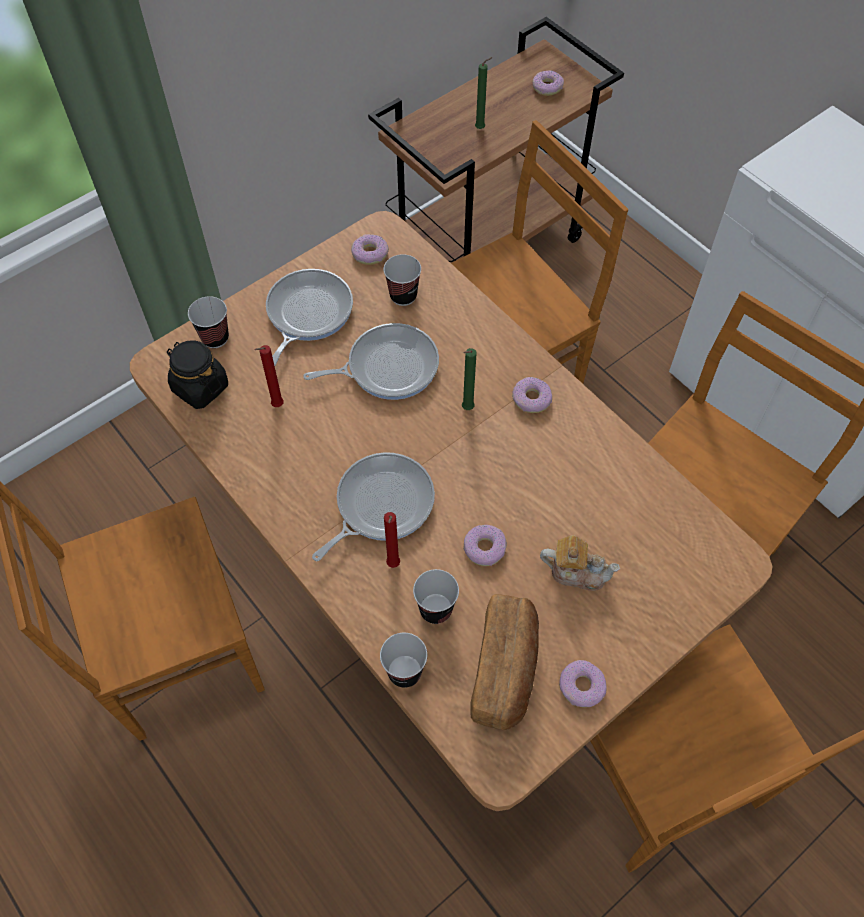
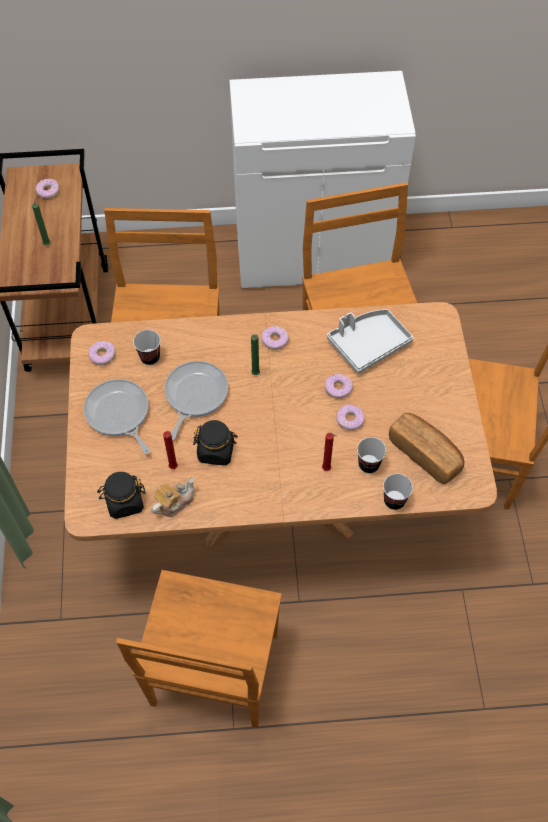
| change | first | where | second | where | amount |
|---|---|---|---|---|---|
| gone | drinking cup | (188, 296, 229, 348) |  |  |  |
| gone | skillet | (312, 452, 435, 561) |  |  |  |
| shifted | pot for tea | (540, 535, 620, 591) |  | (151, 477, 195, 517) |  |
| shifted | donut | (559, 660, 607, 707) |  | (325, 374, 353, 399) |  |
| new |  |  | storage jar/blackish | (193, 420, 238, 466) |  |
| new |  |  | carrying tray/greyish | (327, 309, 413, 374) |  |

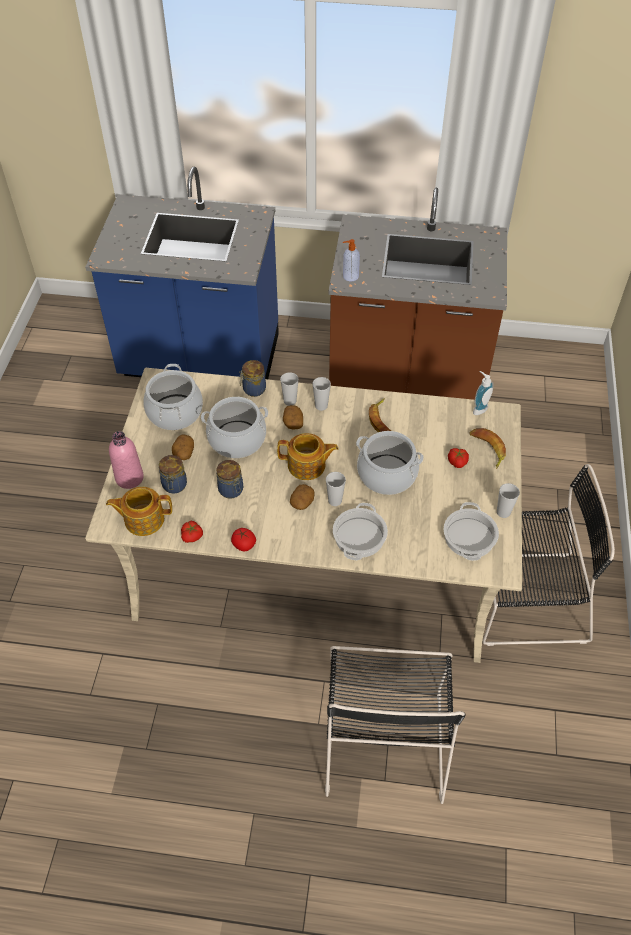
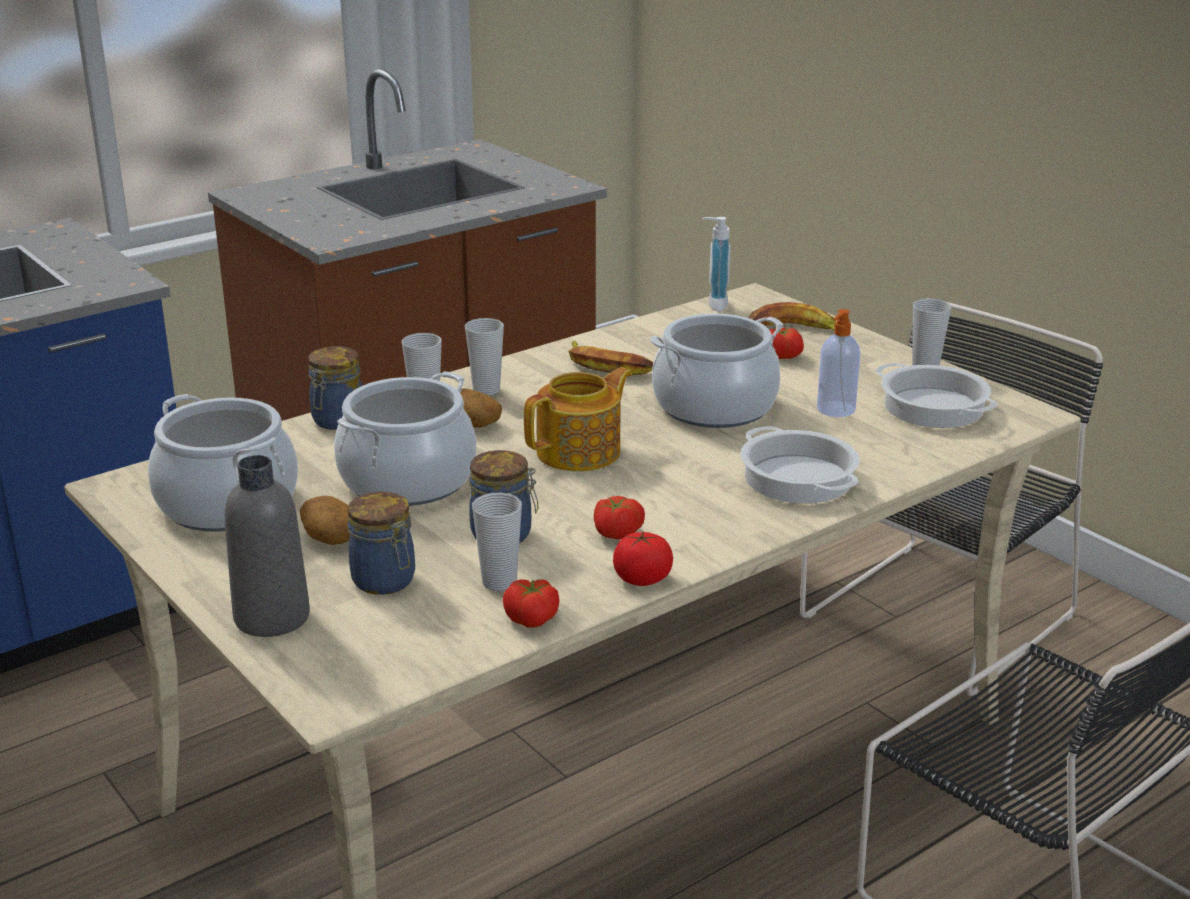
| change | first | where | second | where | amount |
|---|---|---|---|---|---|
| gone | pot for tea | (106, 487, 172, 536) |  |  |  |
| repainted | beverage bottle/pink | (109, 431, 144, 489) | beverage bottle/greyish | (225, 455, 310, 637) |  |
| gone | whole potato | (290, 484, 315, 510) |  |  |  |
| shifted | drinking cup | (326, 472, 346, 506) |  | (472, 492, 522, 591) |  |
| shifted | soap dispenser | (343, 239, 360, 281) |  | (817, 309, 860, 417) |  |
| new |  |  | fresh tomato | (594, 496, 645, 540) |  |

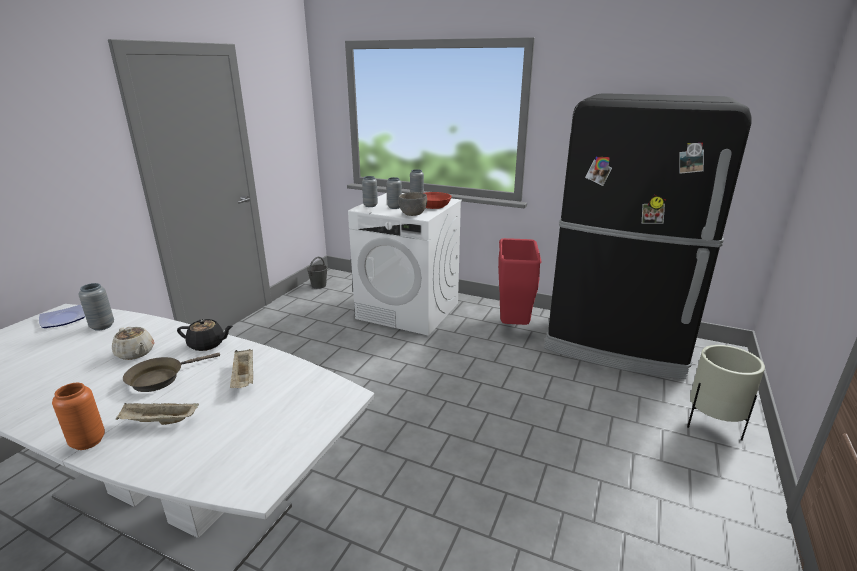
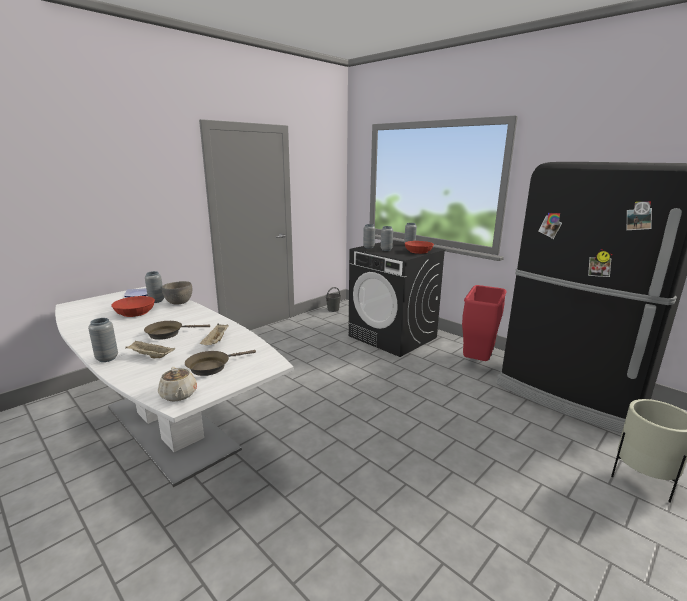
| change | first | where | second | where | amount |
|---|---|---|---|---|---|
| repainted | flower vase/orange-coloured | (52, 383, 105, 450) | flower vase/greyish | (88, 318, 118, 362) |  |
| shifted | pot for tea/sand-coloured | (112, 327, 154, 360) |  | (158, 367, 197, 402) |  |
| gone | pot for tea/blackish | (177, 319, 233, 351) |  |  |  |
| repainted | laundry machine/white-coloured | (348, 193, 462, 336) | laundry machine/blackish | (348, 240, 446, 357) |  |
| shifted | bowl/greyish | (398, 192, 427, 216) |  | (162, 281, 192, 305) |  |
| new |  |  | bowl/red | (111, 296, 155, 317) |  |
| new |  |  | skillet/brown-coloured | (185, 350, 256, 376) |  |

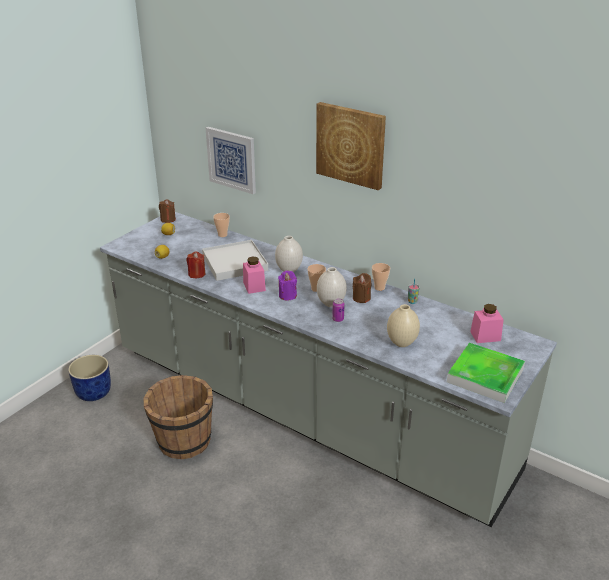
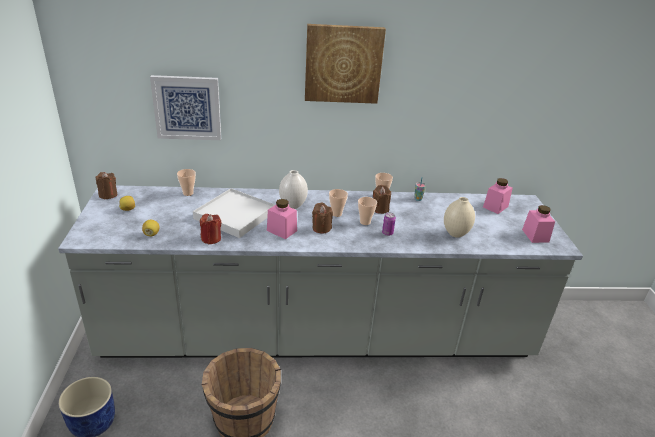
| change | first | where | second | where | amount |
|---|---|---|---|---|---|
| repainted | wax candle/purplish | (278, 270, 297, 300) | wax candle/brown-coloured | (312, 203, 333, 234) |  |
| swapped | flower vase/white-coloured | (317, 267, 347, 307) | drinking cup | (358, 197, 377, 225) |  |
| swapped | carrying tray | (447, 343, 525, 403) | storage jar/pink | (522, 205, 555, 243) |  |

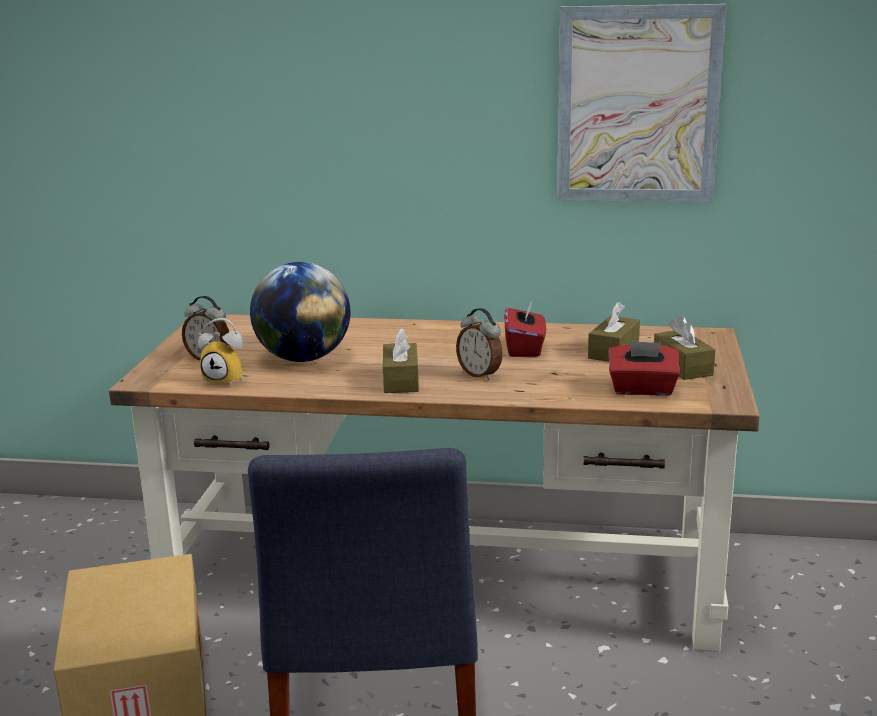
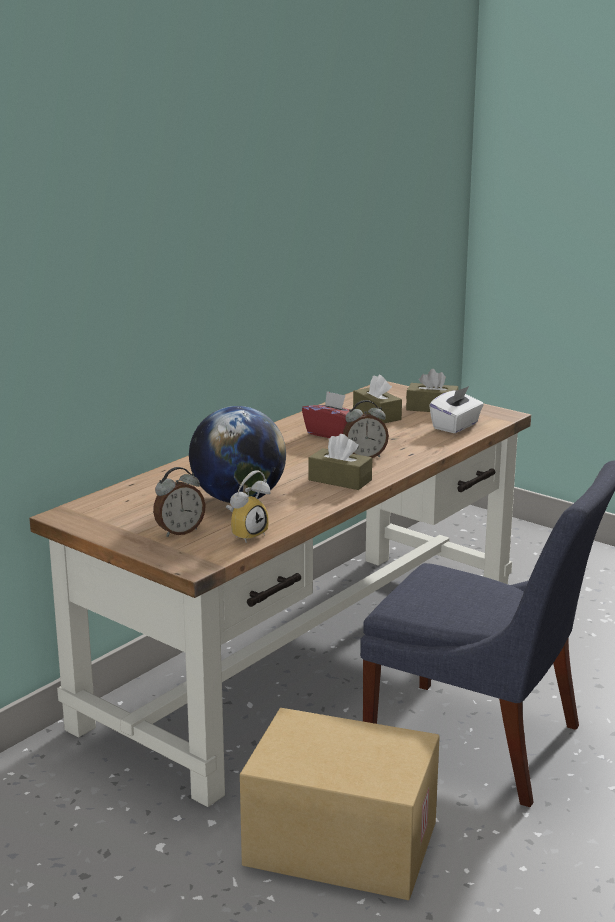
| change | first | where | second | where | amount |
|---|---|---|---|---|---|
| gone | wall picture | (557, 4, 726, 202) |  |  |  |
| repainted | tissue box/red | (609, 341, 680, 396) | tissue box/white-coloured | (429, 386, 484, 433) |  |

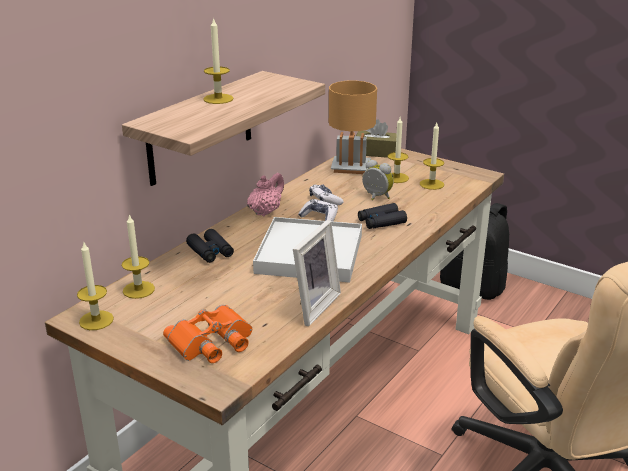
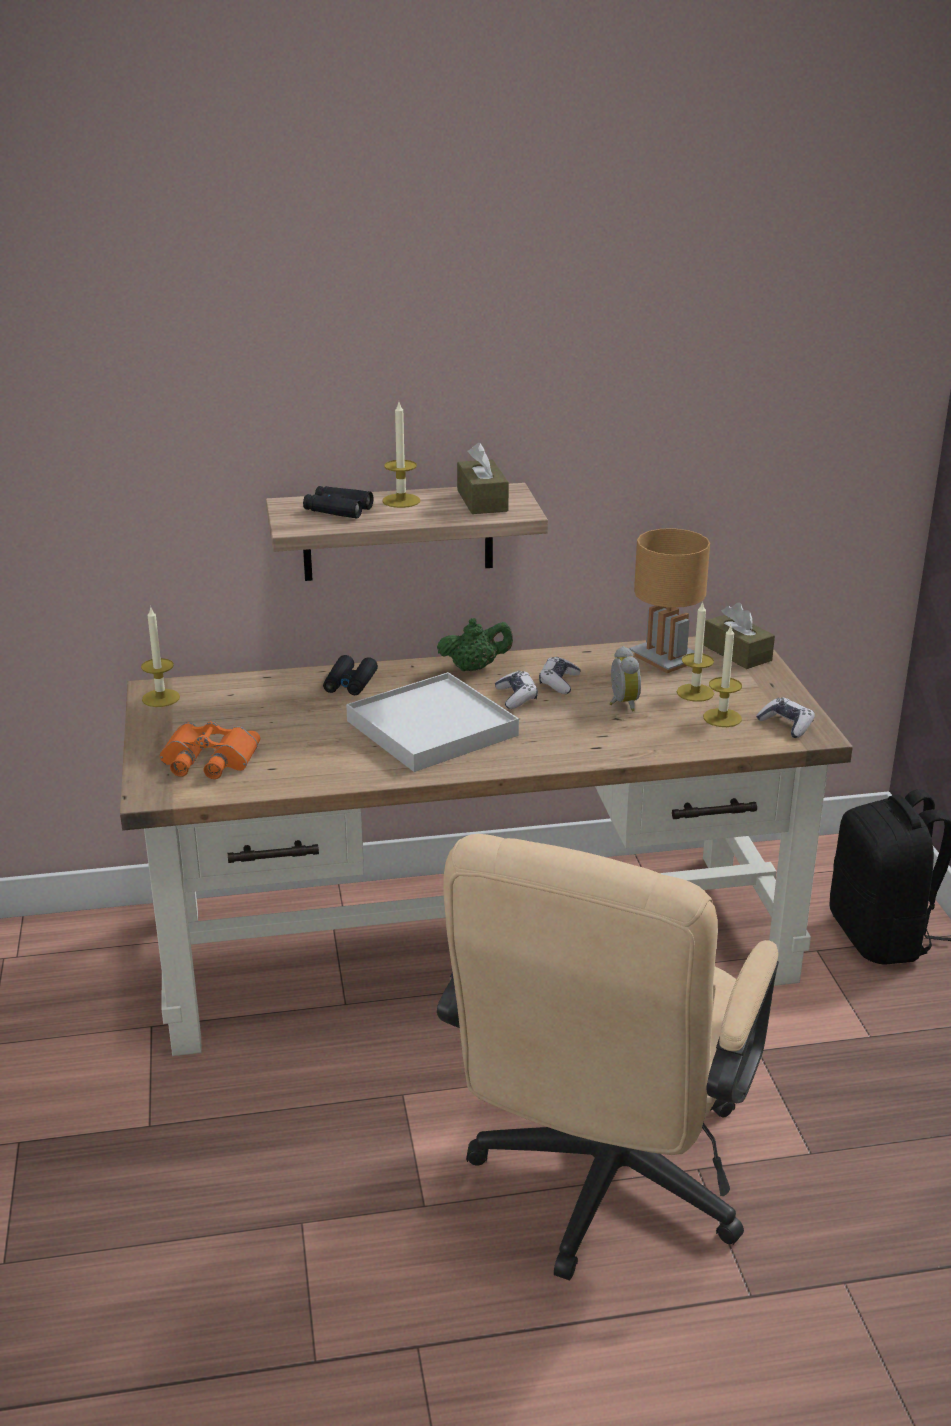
| change | first | where | second | where | amount |
|---|---|---|---|---|---|
| gone | wax candle | (122, 214, 155, 299) |  |  |  |
| repainted | pot for tea/pink | (247, 173, 284, 216) | pot for tea/green | (437, 618, 513, 671) |  |
| gone | photo frame | (293, 220, 341, 326) |  |  |  |
| shifted | binoculars/blackish | (358, 203, 407, 229) |  | (303, 486, 374, 519) |  |
| new |  |  | tissue box/brown-coloured | (457, 443, 509, 514) |  |
| new |  |  | game controller | (756, 698, 815, 738) |  |

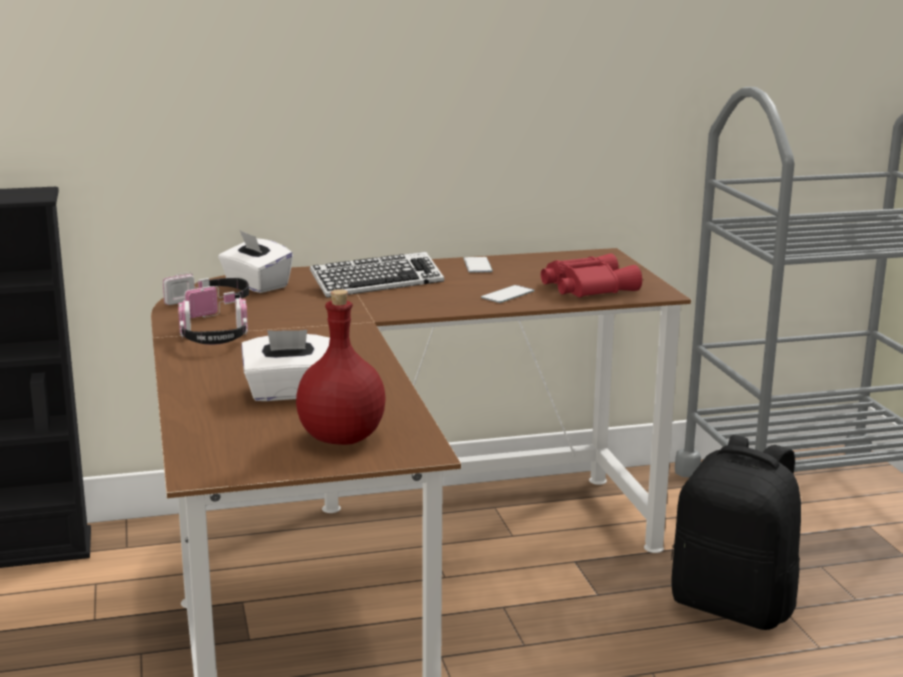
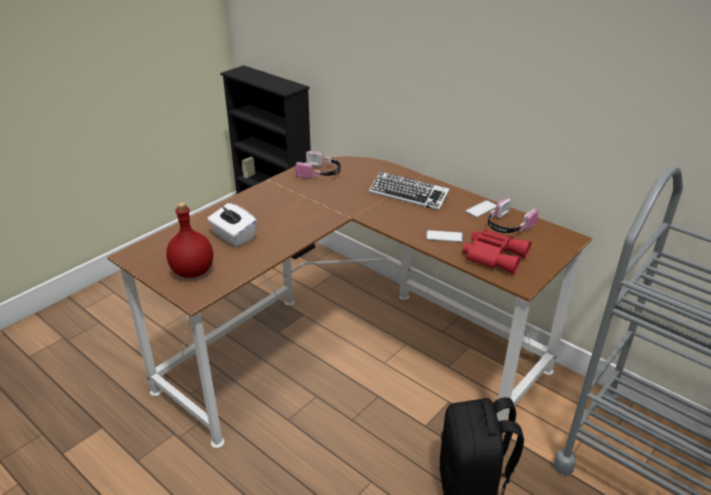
| change | first | where | second | where | amount |
|---|---|---|---|---|---|
| shifted | headphones | (178, 297, 248, 345) |  | (488, 198, 538, 233) |  |
| gone | tissue box/white-coloured | (218, 231, 293, 293) |  |  |  |

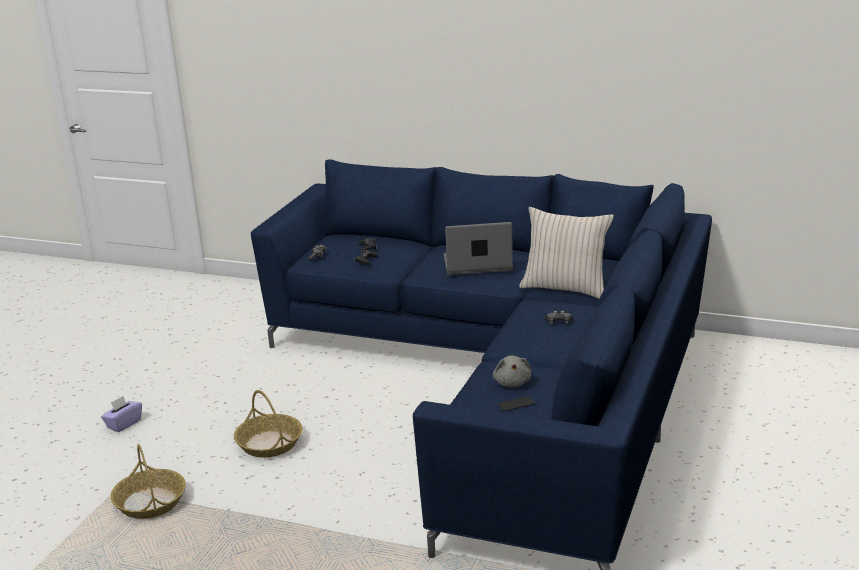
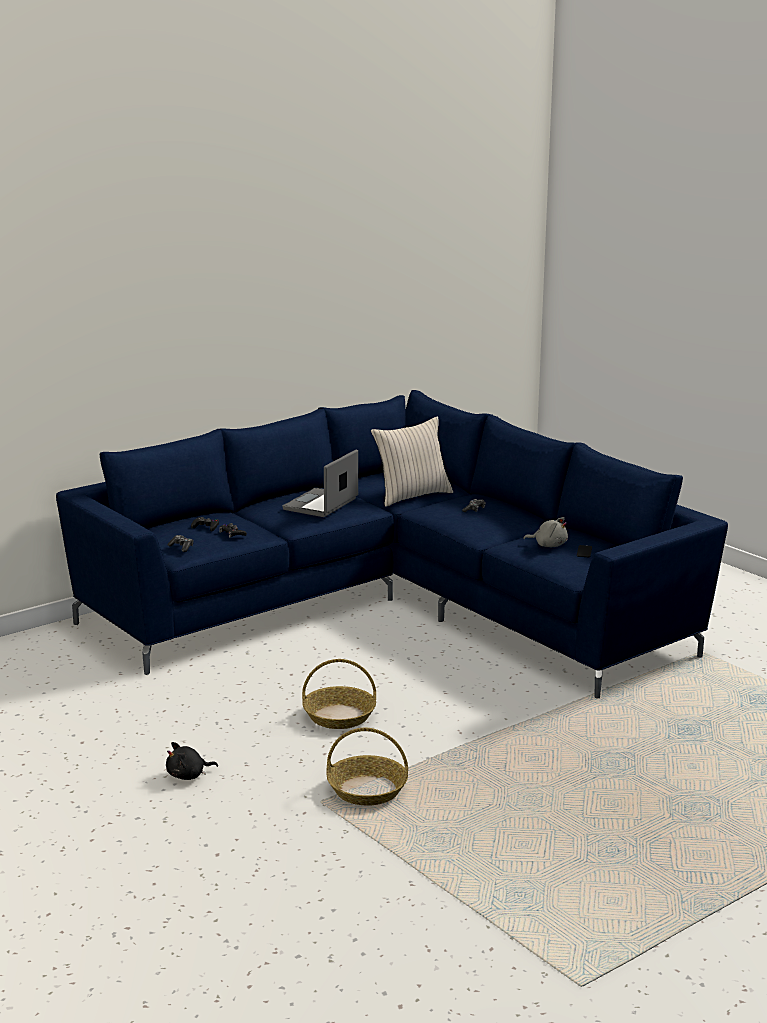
| change | first | where | second | where | amount |
|---|---|---|---|---|---|
| swapped | tissue box/purplish | (101, 396, 142, 432) | cuddly toy/blackish | (166, 742, 218, 780) |  |

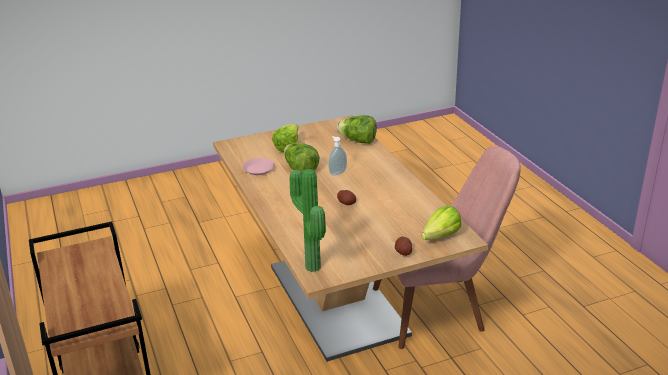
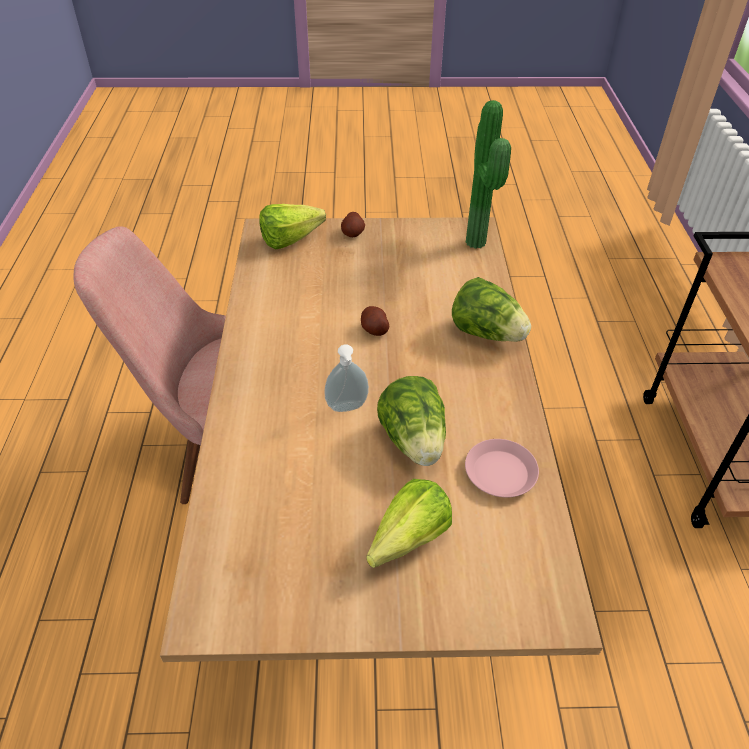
| change | first | where | second | where | amount |
|---|---|---|---|---|---|
| shifted | lettuce head | (337, 115, 377, 144) |  | (452, 277, 531, 342) |  |

